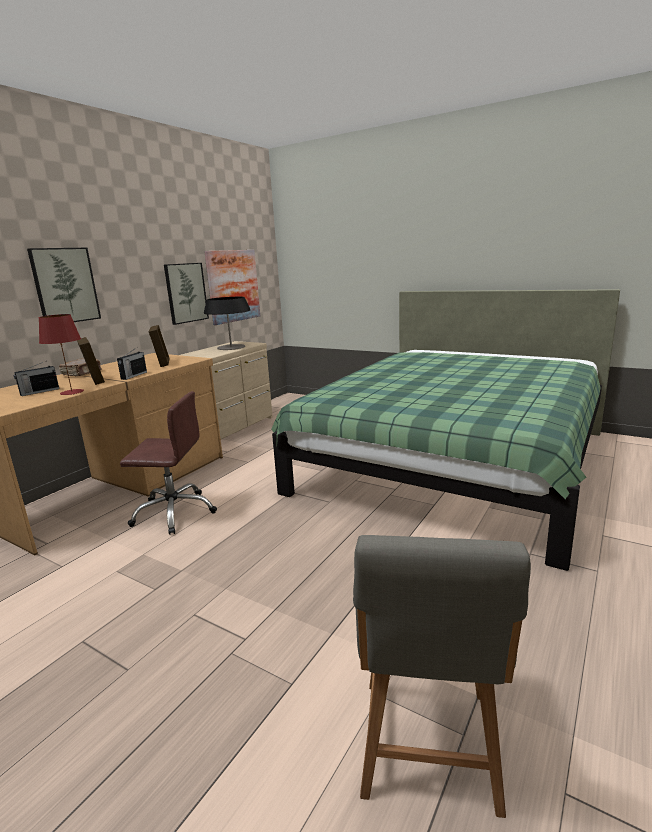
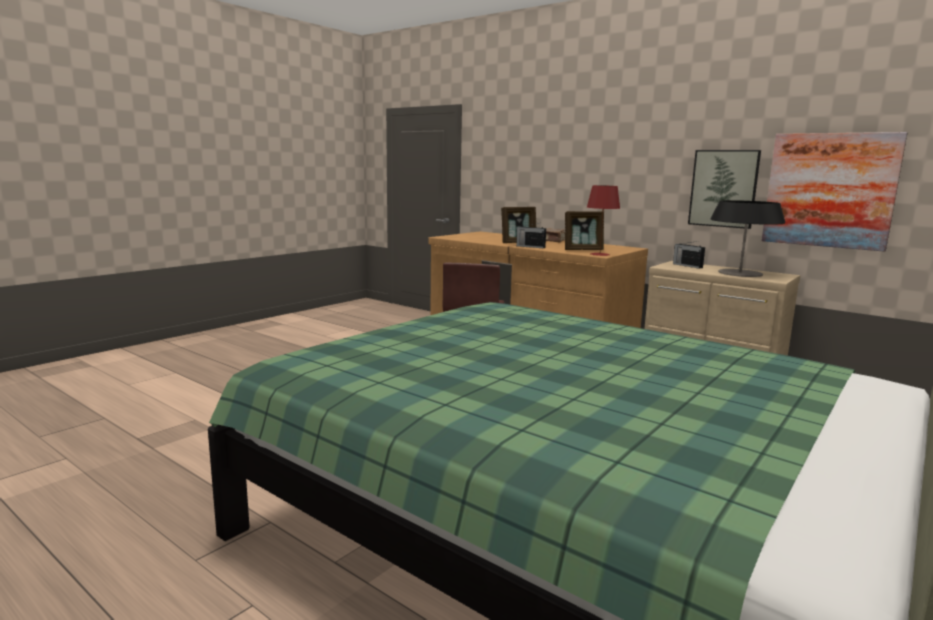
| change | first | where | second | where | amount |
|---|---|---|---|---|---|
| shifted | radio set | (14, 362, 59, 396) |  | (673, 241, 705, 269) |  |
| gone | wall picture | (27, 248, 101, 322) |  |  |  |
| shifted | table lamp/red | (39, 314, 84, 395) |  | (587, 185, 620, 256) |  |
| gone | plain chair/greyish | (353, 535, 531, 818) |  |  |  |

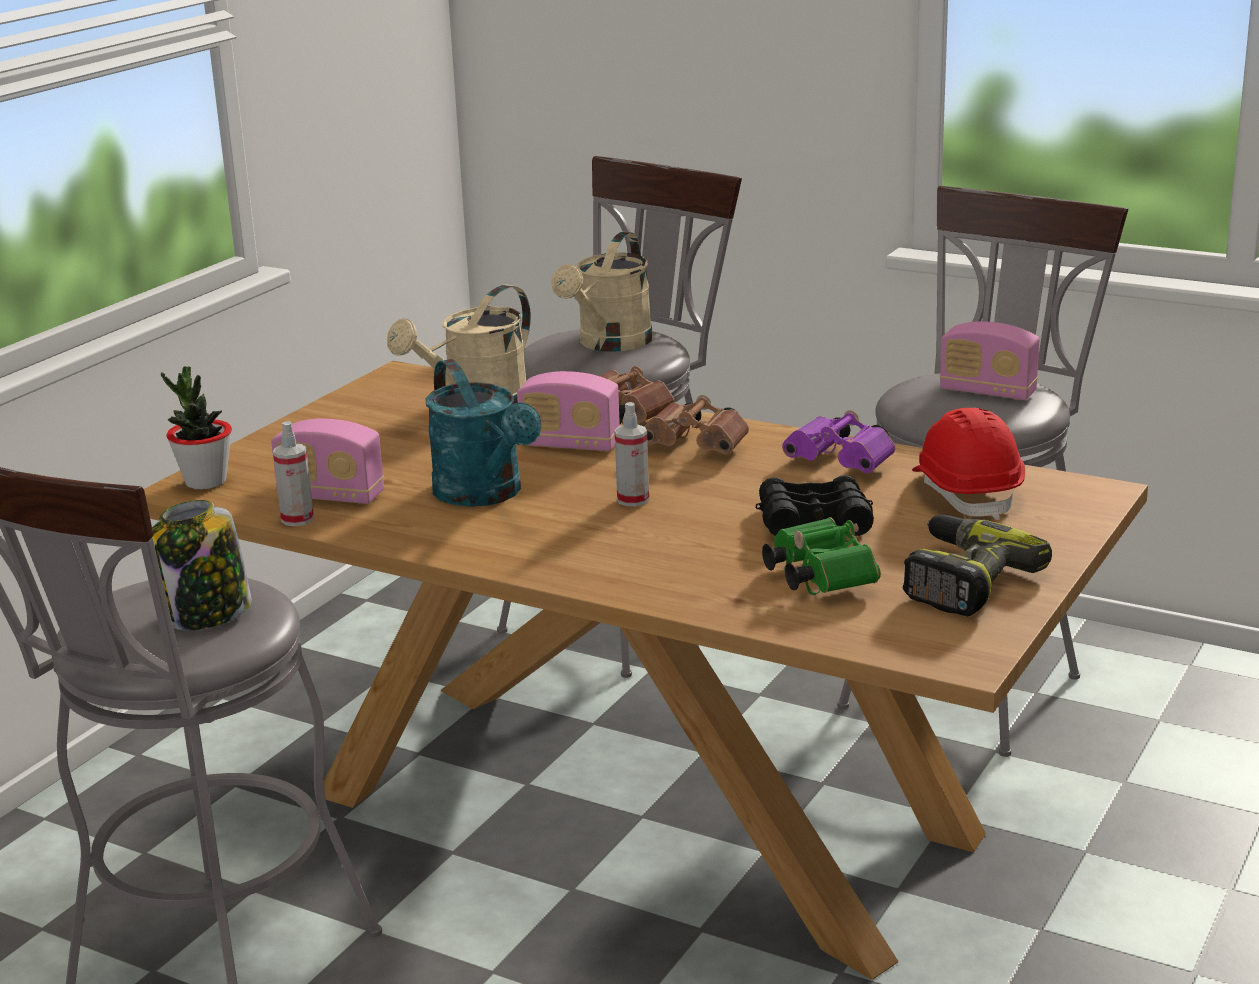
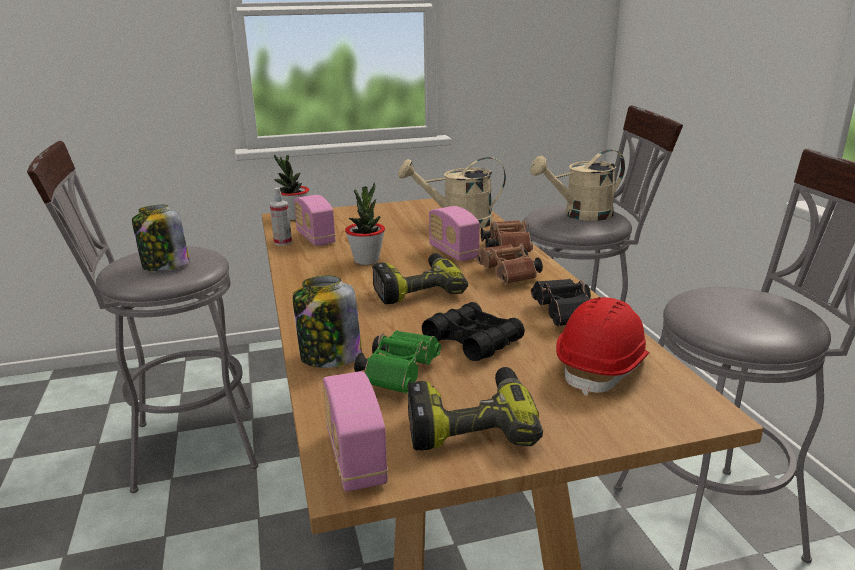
| change | first | where | second | where | amount |
|---|---|---|---|---|---|
| swapped | watering pot/turquoise-coloured | (426, 359, 541, 507) | potted plant | (345, 183, 385, 265) |  |
| swapped | spray bottle | (614, 402, 649, 506) | electric drill | (372, 253, 468, 304) |  |
| repainted | binoculars/purplish | (782, 410, 895, 473) | binoculars/blackish | (531, 279, 600, 326) |  |
| shifted | radio set | (939, 321, 1039, 400) |  | (323, 371, 388, 492) |  |
| new |  |  | storage jar | (293, 276, 362, 368) |  |

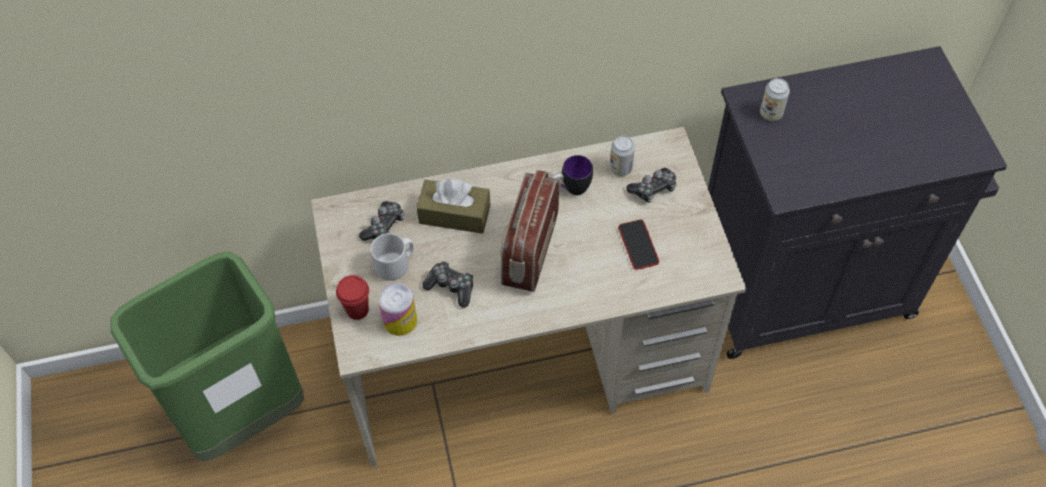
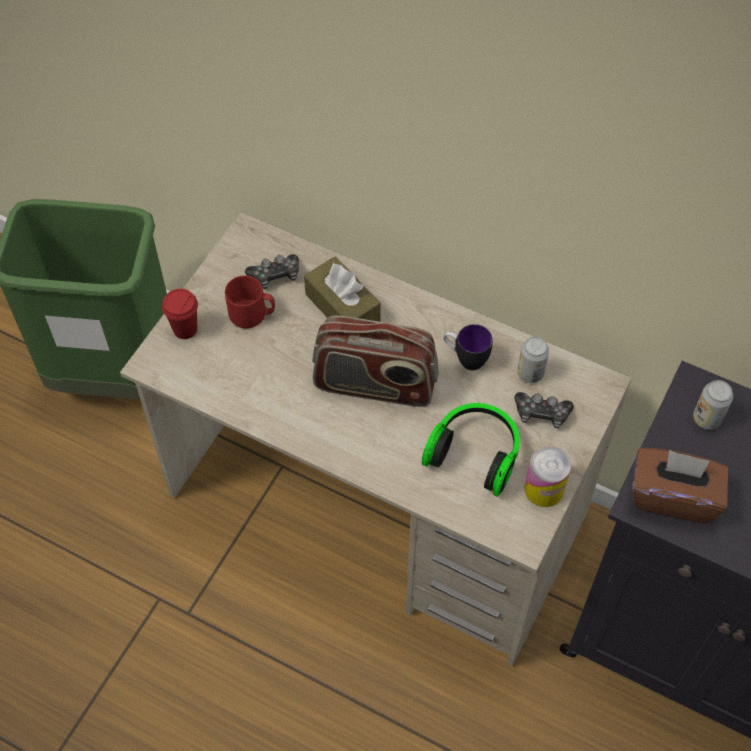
| change | first | where | second | where | amount |
|---|---|---|---|---|---|
| repainted | mug/greyish | (370, 233, 414, 281) | mug/red | (225, 275, 275, 328) |  |
| shifted | can | (378, 283, 417, 336) |  | (524, 446, 571, 507) |  |
| gone | game controller | (422, 261, 473, 308) |  |  |  |
| rotated | radio set | (500, 170, 559, 292) |  | (312, 316, 438, 407) | 135 degrees counterclockwise |
| swapped | telephone | (618, 220, 659, 270) | headphones | (422, 403, 520, 497) |  |
| new |  |  | tissue box/brown-coloured | (632, 448, 728, 523) |  |

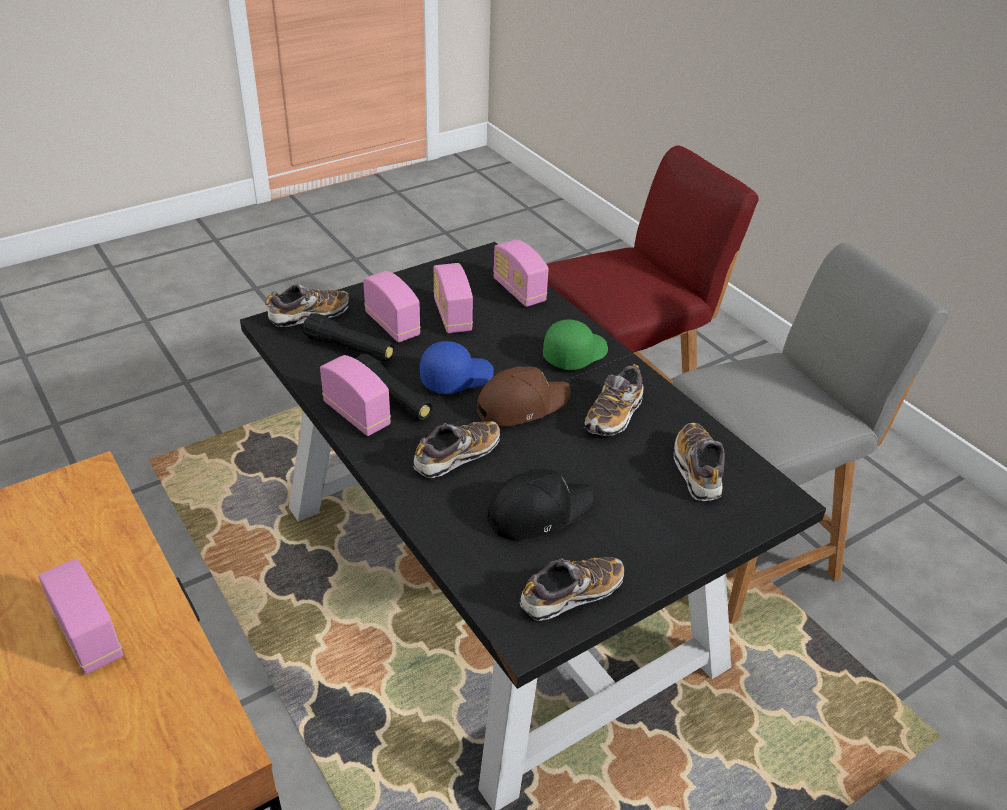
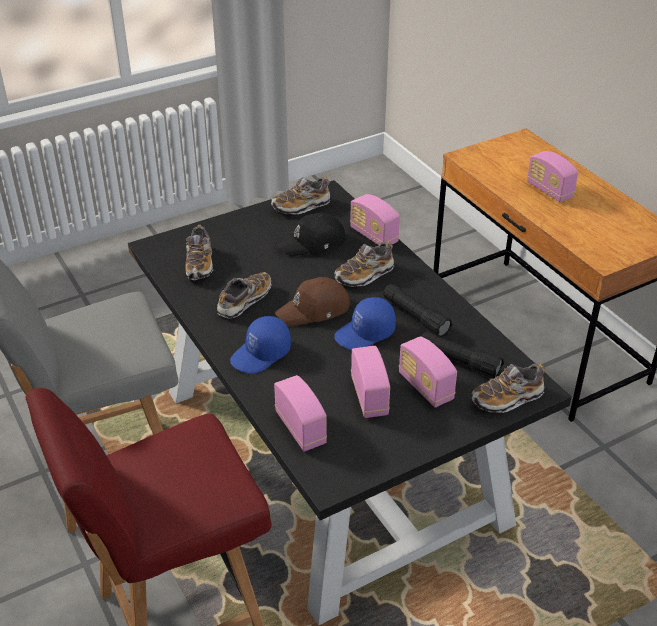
| change | first | where | second | where | amount |
|---|---|---|---|---|---|
| shifted | radio set | (320, 355, 391, 436) |  | (350, 194, 400, 245) |  |
| repainted | peaked cap/green | (543, 320, 608, 370) | peaked cap/blue | (230, 316, 291, 374) |  |

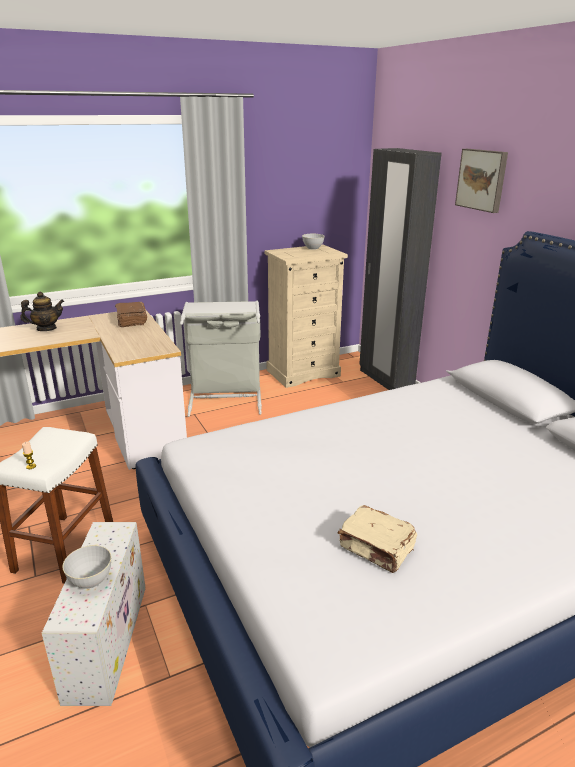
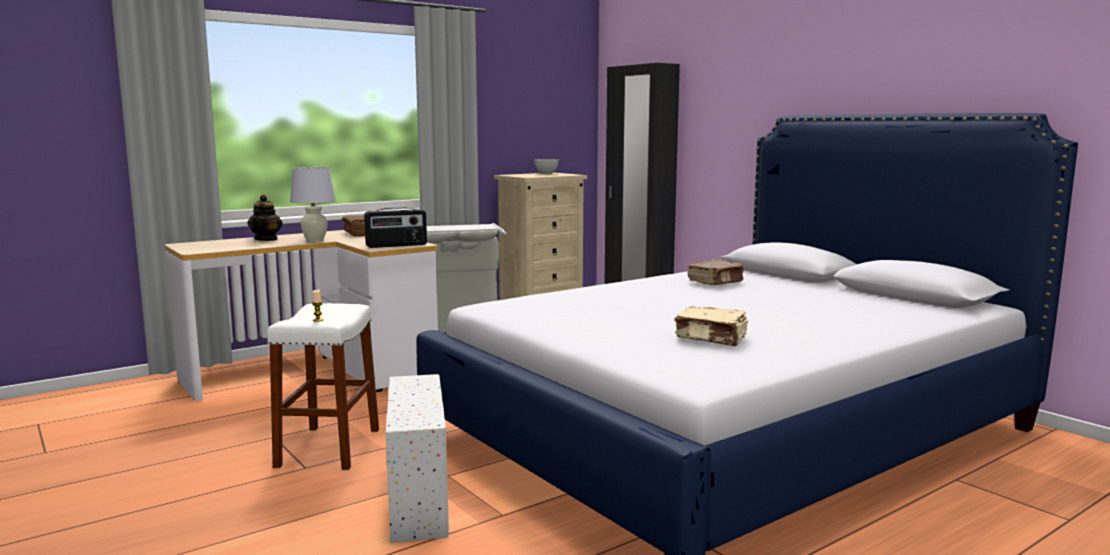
| change | first | where | second | where | amount |
|---|---|---|---|---|---|
| rotated | pot for tea | (21, 292, 64, 331) |  | (247, 195, 283, 241) | 120 degrees clockwise |
| gone | bowl/greyish | (62, 545, 111, 589) |  |  |  |
| gone | wall picture | (455, 149, 508, 213) |  |  |  |
| new |  |  | table lamp/white-coloured | (290, 167, 336, 242) |  |
| new |  |  | radio set | (364, 207, 427, 248) |  |
| new |  |  | book/brown-coloured | (687, 259, 744, 285) |  |

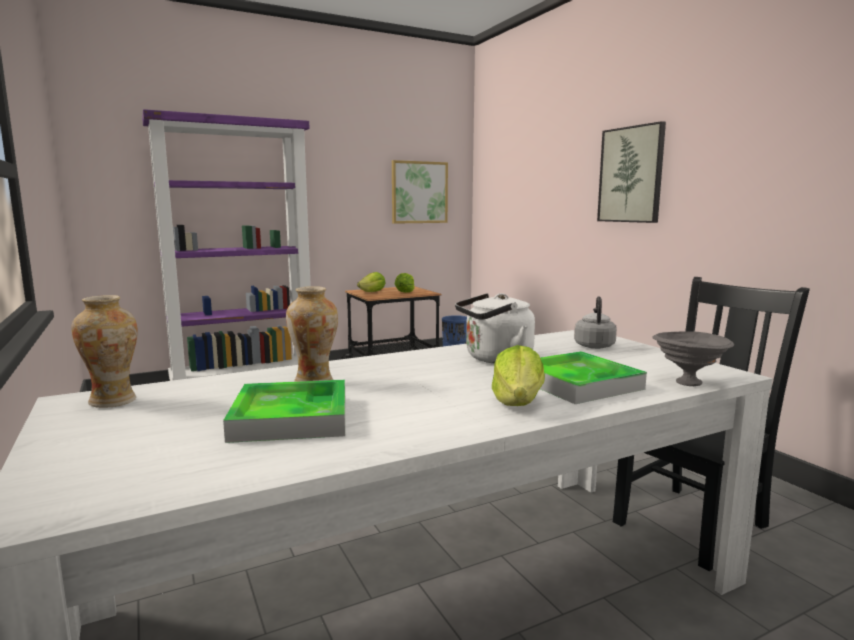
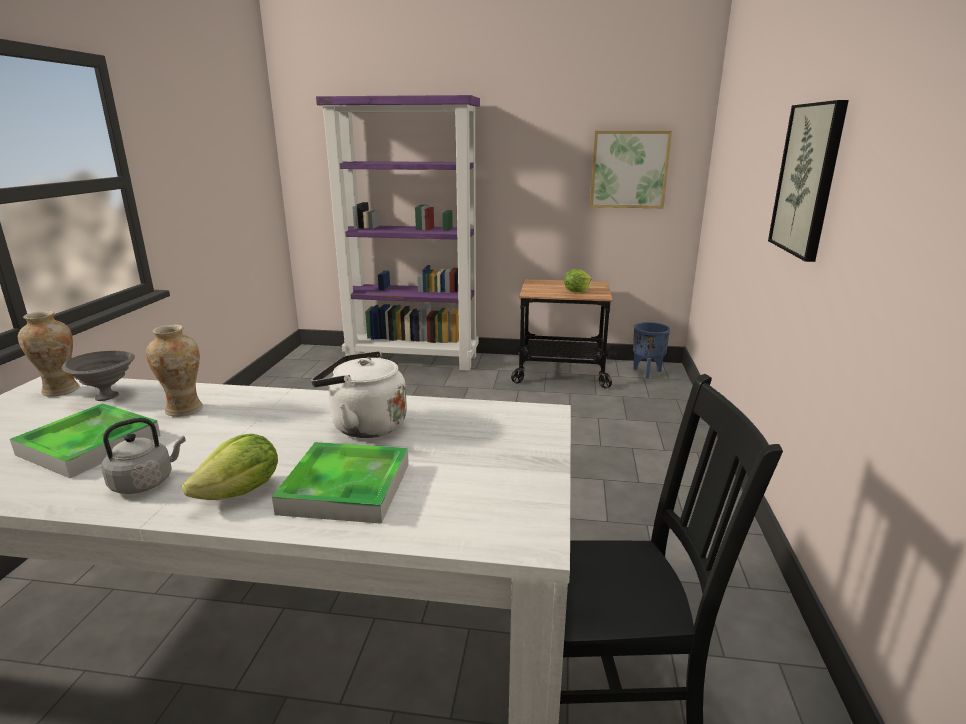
| change | first | where | second | where | amount |
|---|---|---|---|---|---|
| gone | lettuce head | (357, 272, 385, 292) |  |  |  |
| shifted | tea kettle/greyish | (574, 296, 617, 349) |  | (102, 418, 186, 494) |  |
| shifted | bowl/greyish | (652, 331, 734, 386) |  | (62, 351, 135, 401) |  |

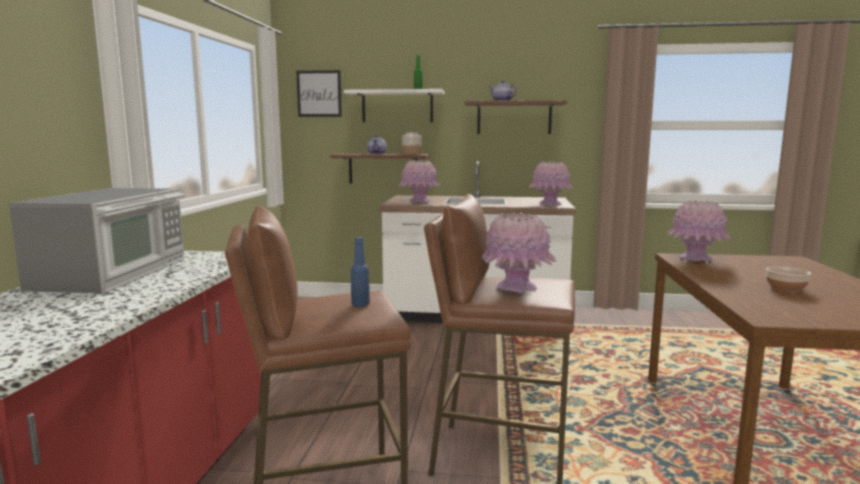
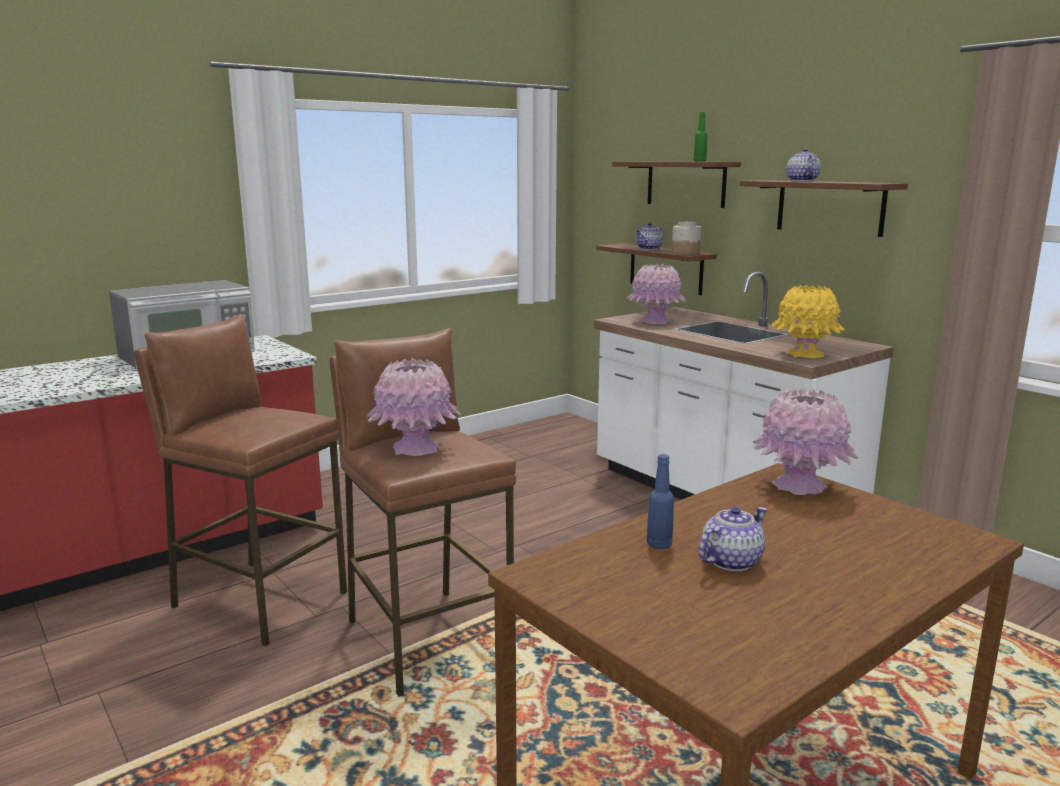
| change | first | where | second | where | amount |
|---|---|---|---|---|---|
| gone | wall picture | (296, 70, 342, 117) |  |  |  |
| repainted | wall shelf/white-coloured | (344, 89, 445, 123) | wall shelf/brown-coloured | (612, 162, 741, 208) |  |
| shifted | beverage bottle/blue | (351, 237, 370, 307) |  | (647, 454, 674, 549) |  |
| repainted | flower vase/pink | (528, 161, 573, 206) | flower vase/yellow-coloured | (771, 284, 845, 359) |  |
| swapped | bowl | (766, 266, 811, 292) | pot for tea | (698, 506, 767, 571) |  |

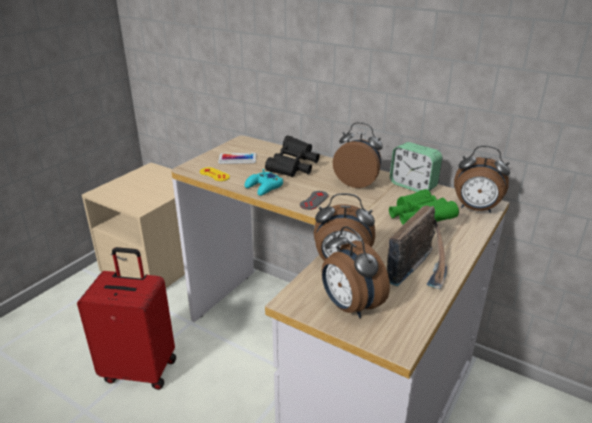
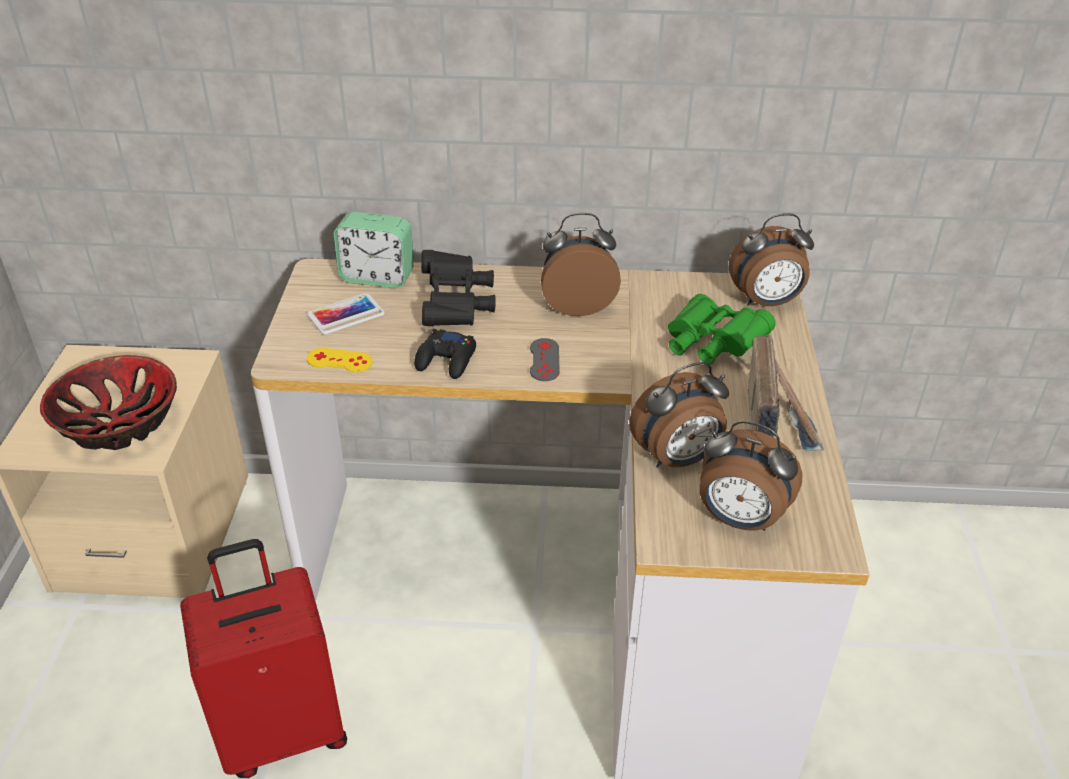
| change | first | where | second | where | amount |
|---|---|---|---|---|---|
| repainted | game controller/turquoise-coloured | (244, 169, 283, 196) | game controller/blackish | (414, 329, 476, 379) |  |
| shifted | table clock | (390, 142, 442, 192) |  | (334, 212, 414, 288) |  |
| new |  |  | bowl | (40, 355, 177, 450) |  |

